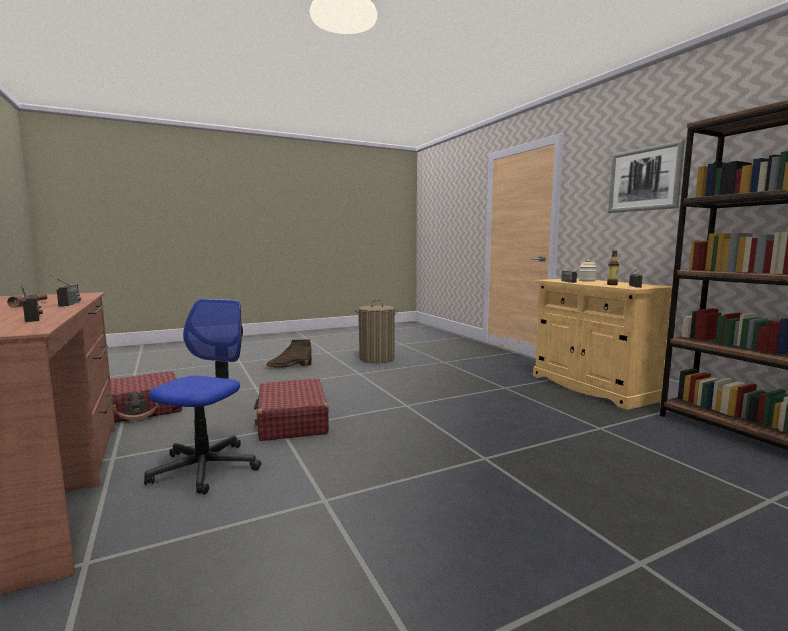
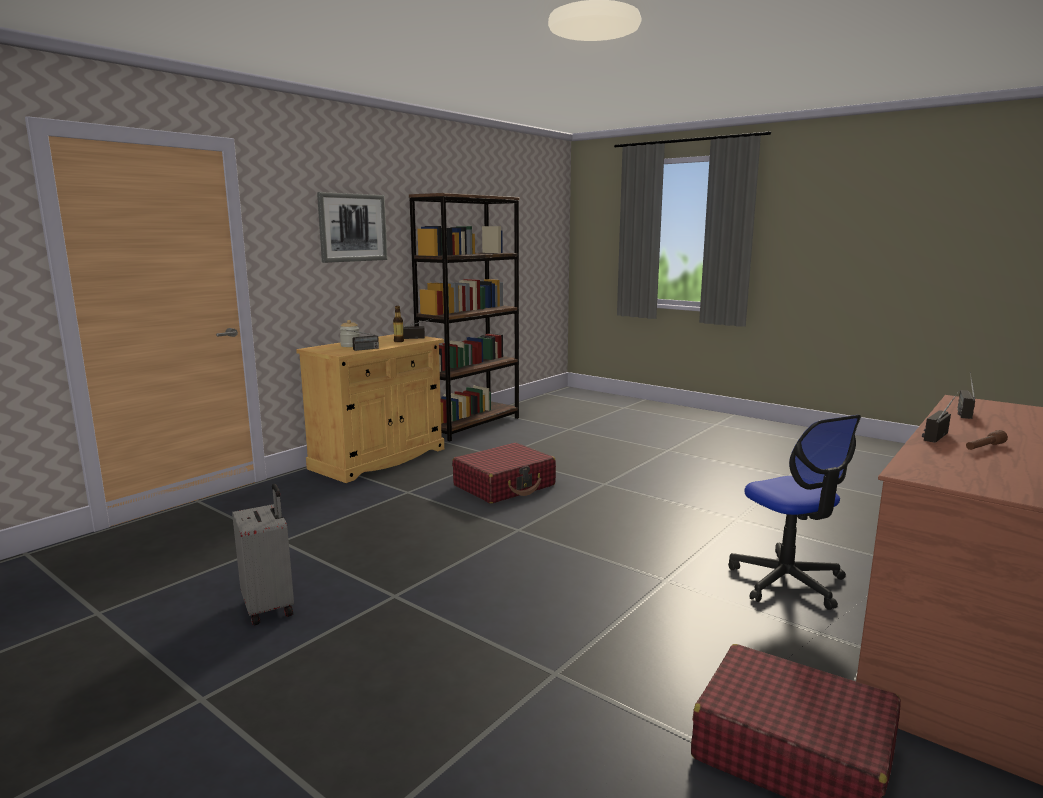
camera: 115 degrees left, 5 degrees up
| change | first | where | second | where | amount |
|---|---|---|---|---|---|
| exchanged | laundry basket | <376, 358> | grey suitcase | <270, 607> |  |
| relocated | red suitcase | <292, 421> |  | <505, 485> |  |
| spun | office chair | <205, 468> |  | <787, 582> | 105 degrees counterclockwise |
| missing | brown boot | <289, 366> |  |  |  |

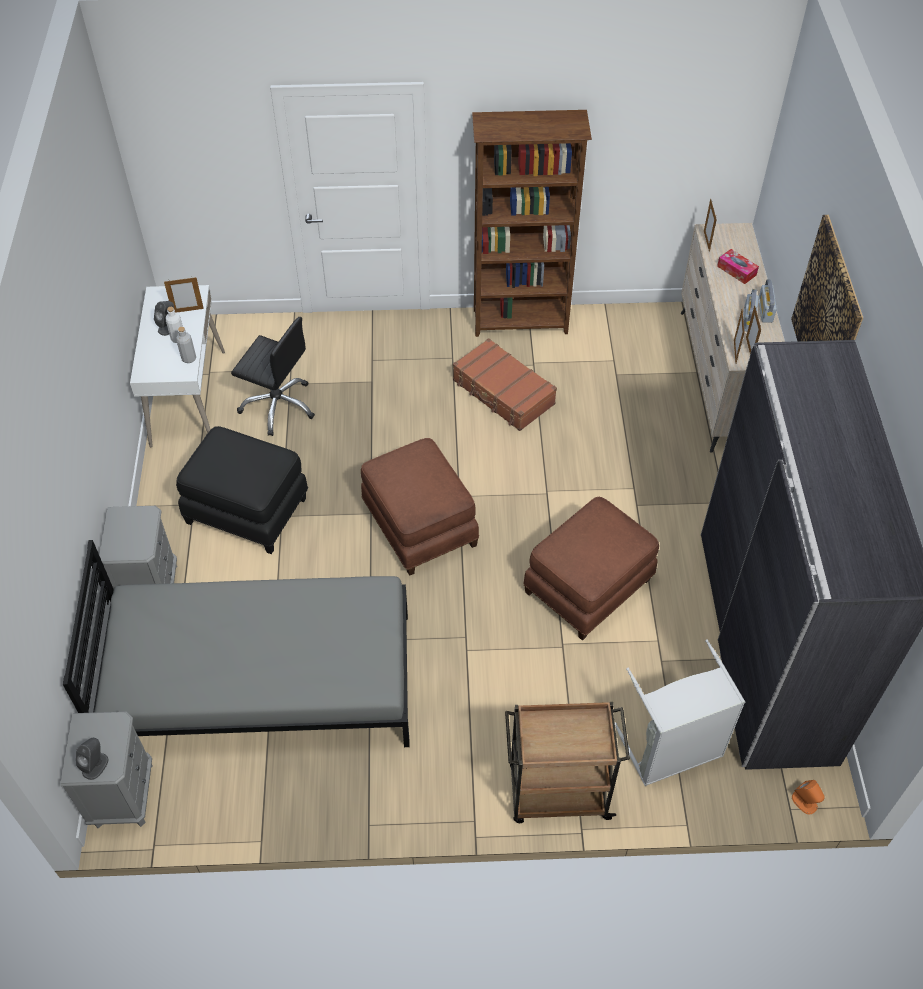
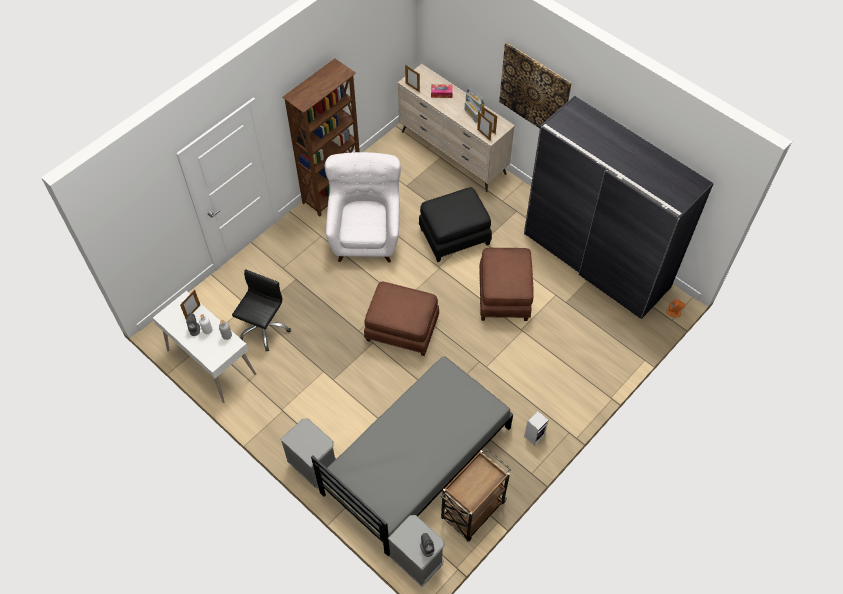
camera: 45 degrees left, 5 degrees up
| change | first | where | second | where | amount |
|---|---|---|---|---|---|
| spun | black office chair | <278, 405> |  | <263, 328> | 45 degrees counterclockwise |
| exchanged | brown suitcase | <503, 393> | white armchair | <365, 235> |  |
| relocated | black ottoman | <247, 509> |  | <454, 236> |  |
| relocated | brown cart | <557, 793> |  | <472, 511> |  |
| appeared |  |  | speaker | <534, 435> |  |
| missing | grey laundry basket | <673, 750> |  |  |  |

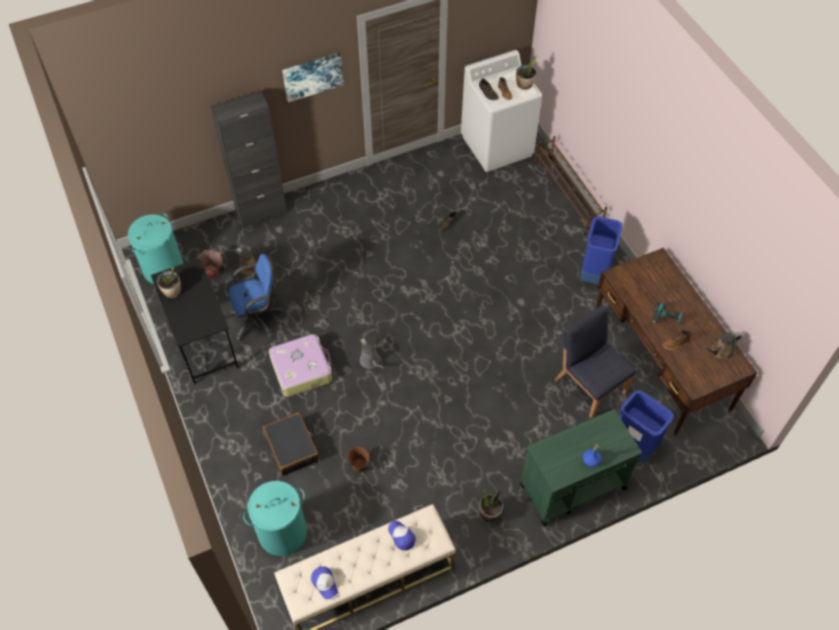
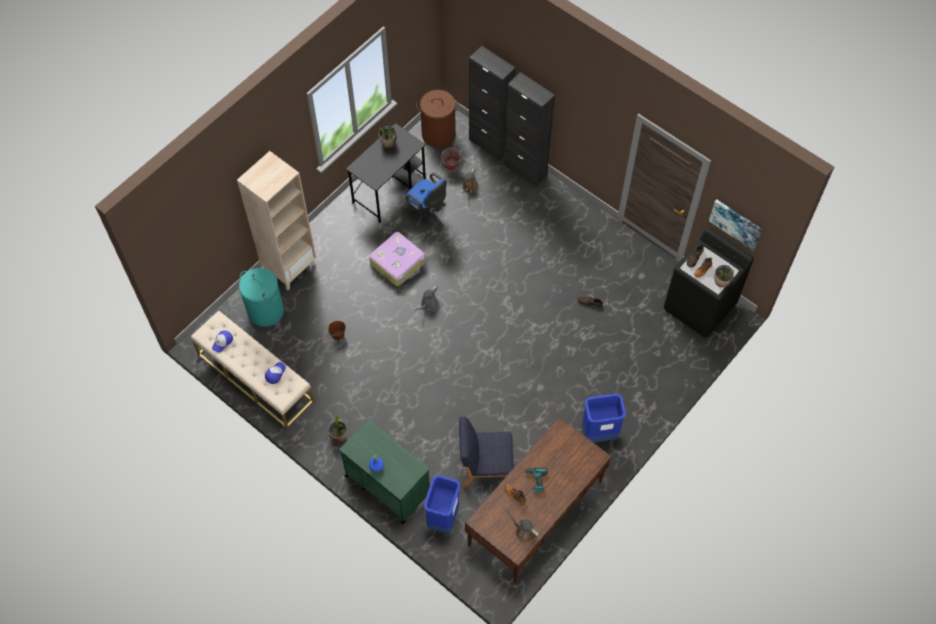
camera: 65 degrees right, 5 degrees up
| change | first | where | second | where | amount |
|---|---|---|---|---|---|
| appeared |  |  | beige bookcase | <290, 267> |  |
| colour | turquoise laundry basket | <163, 268> | brown laundry basket | <438, 134> |  |
| spun | blue chair | <590, 385> |  | <485, 467> | 120 degrees counterclockwise |
| appeared |  |  | black cabinet | <490, 144> |  |
| colour | white washing machine | <497, 146> | black washing machine | <700, 306> |  |
| relocated | picture | <312, 76> |  | <736, 223> |  |
| missing | black suitcase | <292, 448> |  |  |  |
| missing | brown shoe rack | <567, 195> |  |  |  |

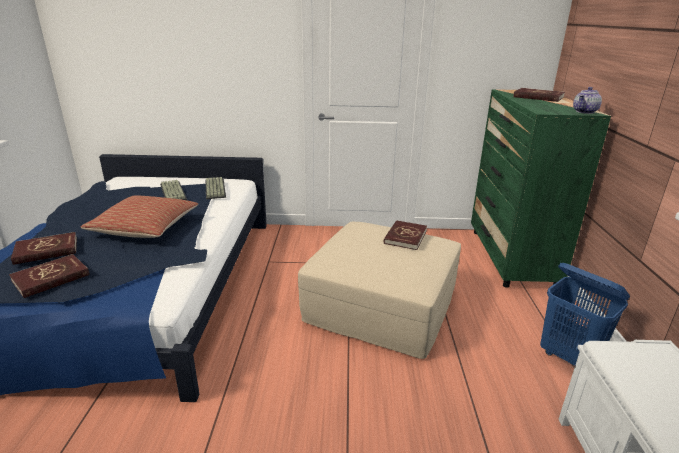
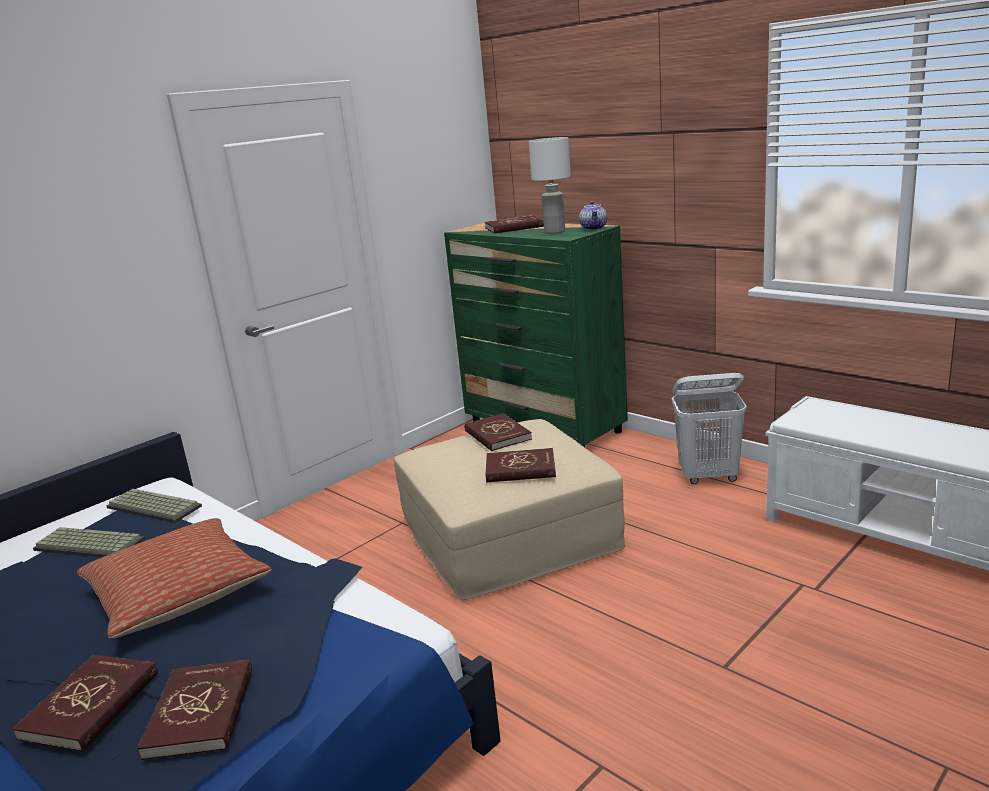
camera: 45 degrees left, 5 degrees down
| change | first | where | second | where | amount |
|---|---|---|---|---|---|
| appeared |  |  | red book | <520, 469> |  |
| appeared |  |  | white table lamp | <555, 232> |  |
| colour | blue laundry basket | <569, 358> | white laundry basket | <709, 476> |  |

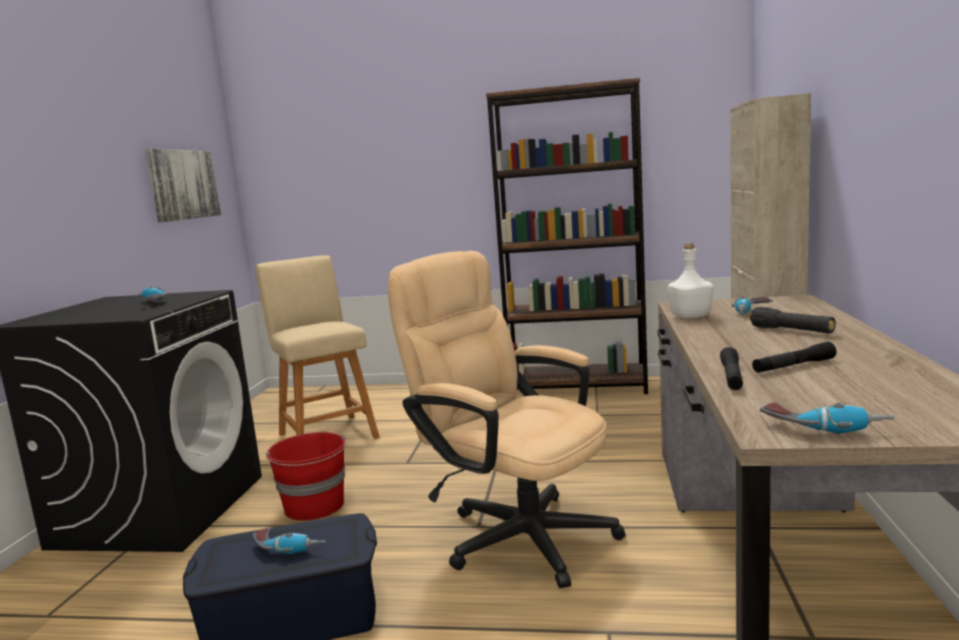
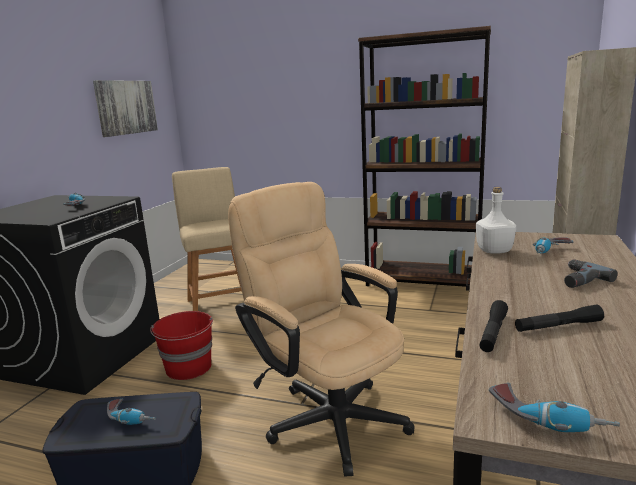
camera: 10 degrees right, 5 degrees up
| change | first | where | second | where | amount |
|---|---|---|---|---|---|
| exchanged | black flashlight | <791, 331> | power drill | <577, 279> |  |

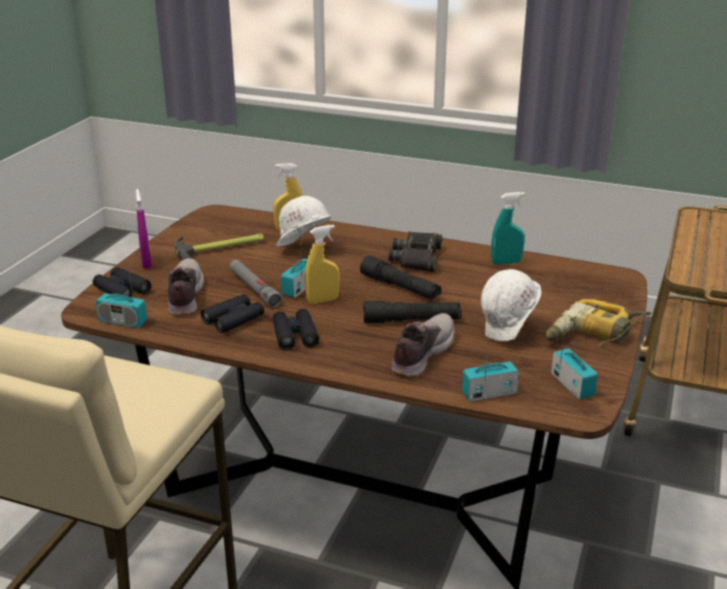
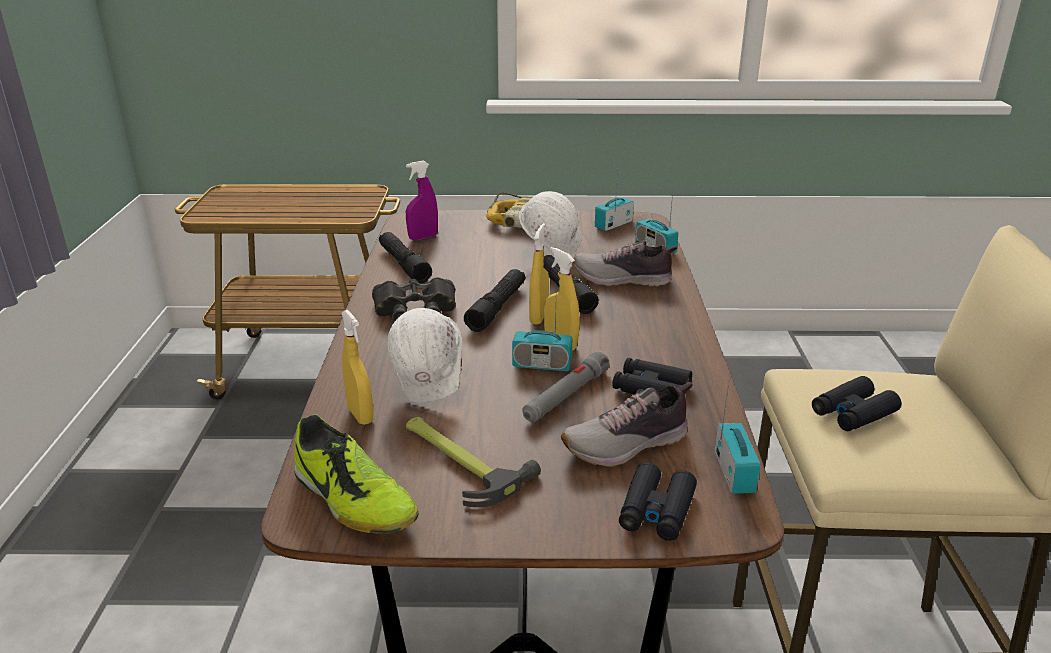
camera: 110 degrees left, 0 degrees up
| change | first | where | second | where | amount |
|---|---|---|---|---|---|
| appeared |  |  | shoe | <353, 500> |  |
| exchanged | turquoise spray bottle | <506, 262> | black flashlight | <404, 265> |  |
| relocated | purple spray bottle | <146, 263> |  | <423, 237> |  |
| appeared |  |  | yellow spray bottle | <539, 317> |  |
| relocated | black binoculars | <295, 335> |  | <853, 413> |  |

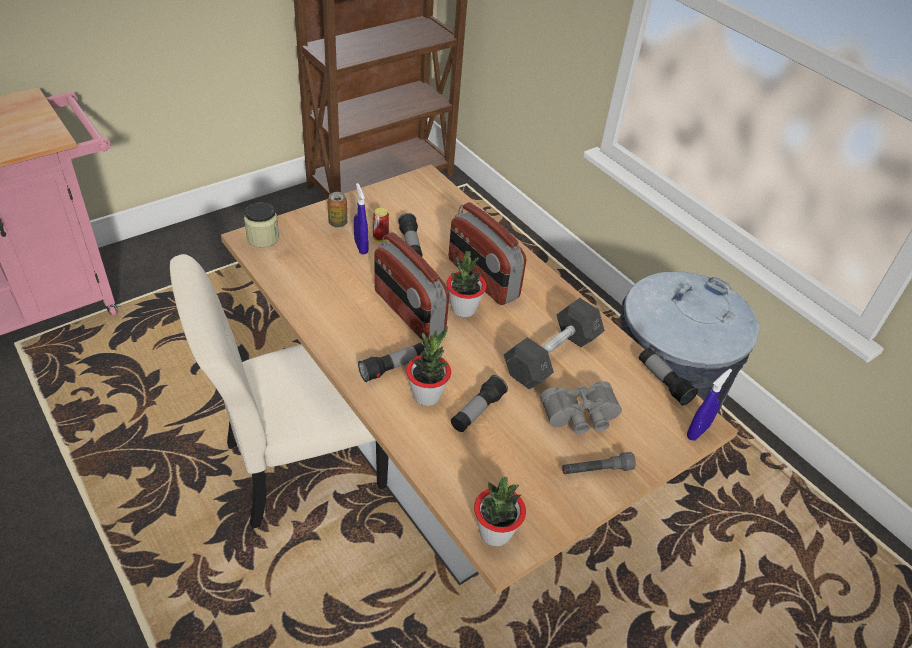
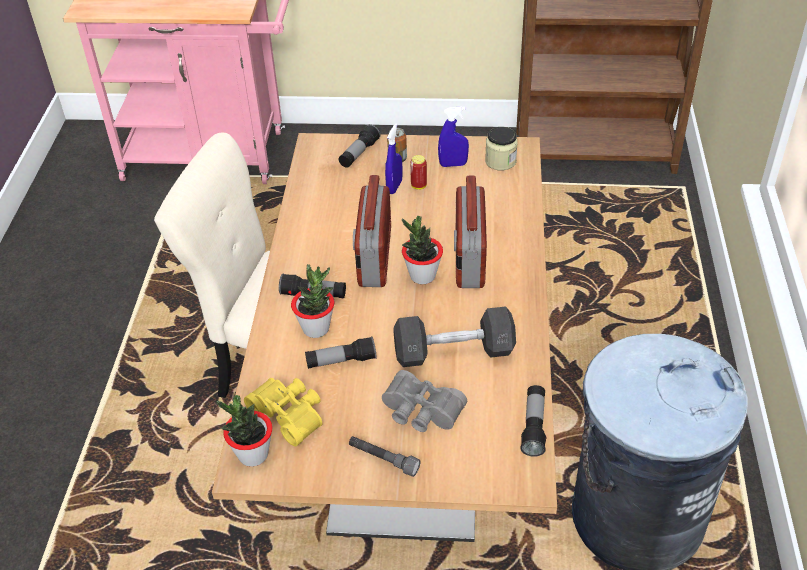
camera: 45 degrees right, 0 degrees up
| change | first | where | second | where | amount |
|---|---|---|---|---|---|
| appeared |  |  | yellow binoculars | <290, 414> |  |
| relocated | flashlight | <410, 244> |  | <359, 154> |  |
| relocated | blue spray bottle | <697, 431> |  | <453, 164> |  |
| relocated | jar | <263, 238> |  | <500, 161> |  |

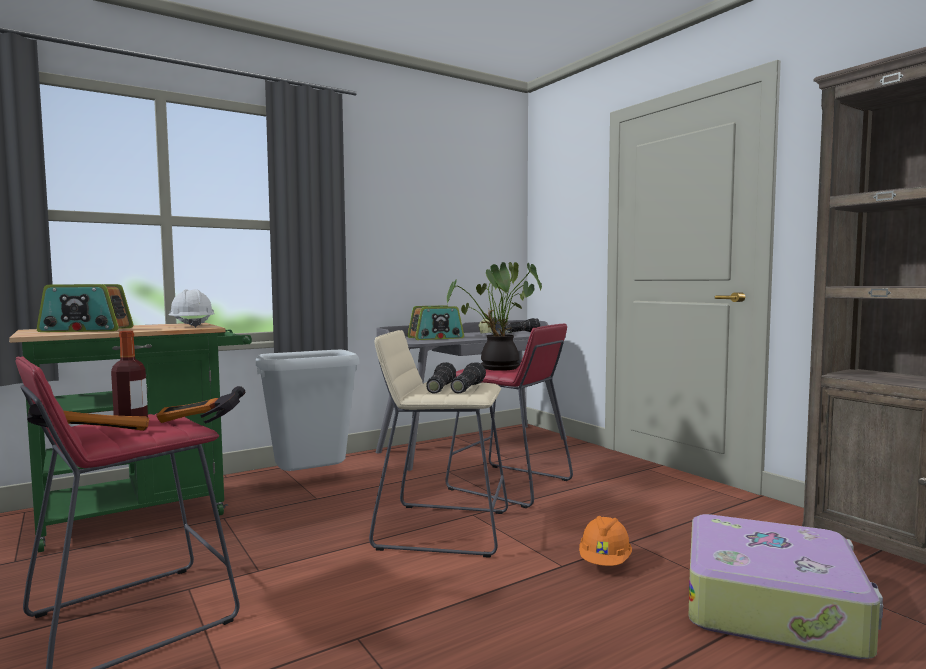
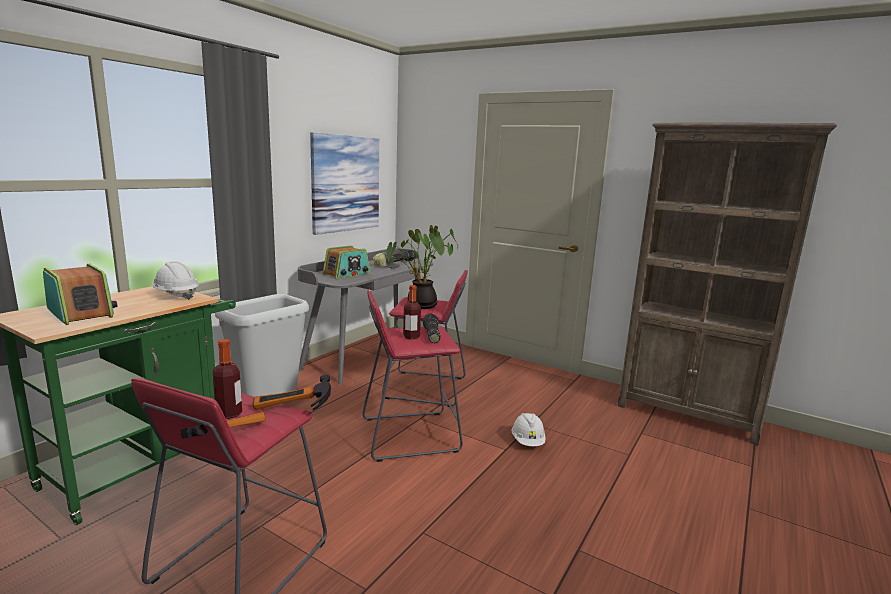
camera: 25 degrees left, 10 degrees up
| change | first | where | second | where | amount |
|---|---|---|---|---|---|
| spun | radio | <86, 330> |  | <81, 313> | 105 degrees counterclockwise |
| appeared |  |  | picture | <346, 183> |  |
| colour | beige stool | <442, 529> | red stool | <409, 435> |  |
| exchanged | flashlight | <439, 388> | bottle | <411, 337> |  |
| colour | orange hard hat | <605, 562> | white hard hat | <527, 441> |  |
| missing | suitcase | <773, 605> |  |  |  |

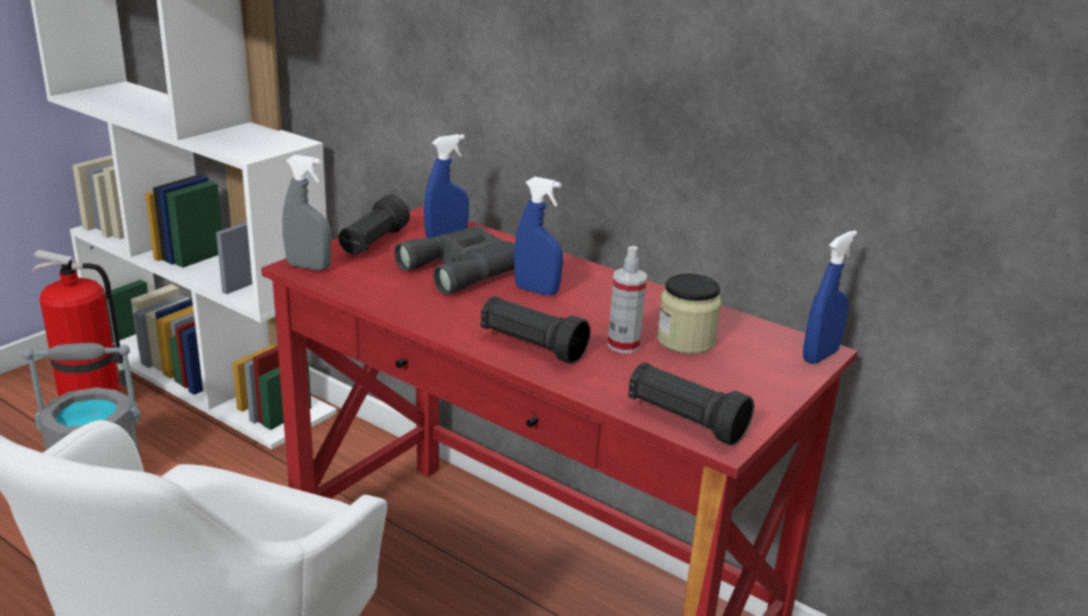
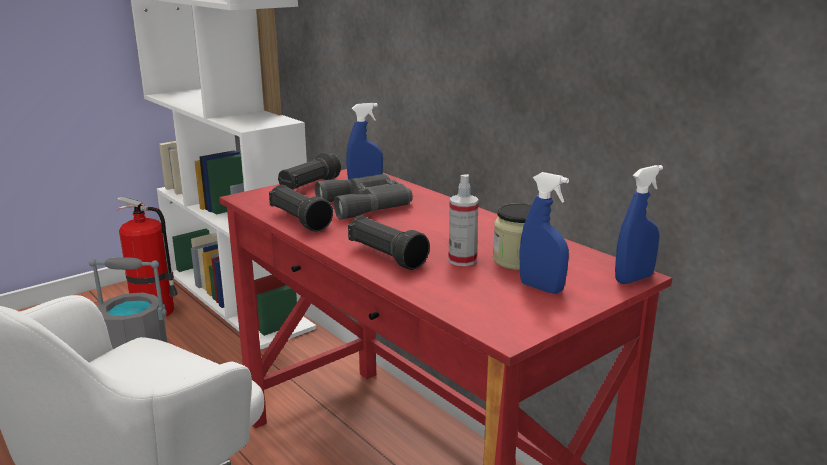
camera: 15 degrees right, 5 degrees down
| change | first | where | second | where | amount |
|---|---|---|---|---|---|
| relocated | black flashlight | <684, 420> |  | <299, 220> |  |
| relocated | blue spray bottle | <536, 291> |  | <541, 288> |  |
| missing | grey spray bottle | <308, 267> |  |  |  |

